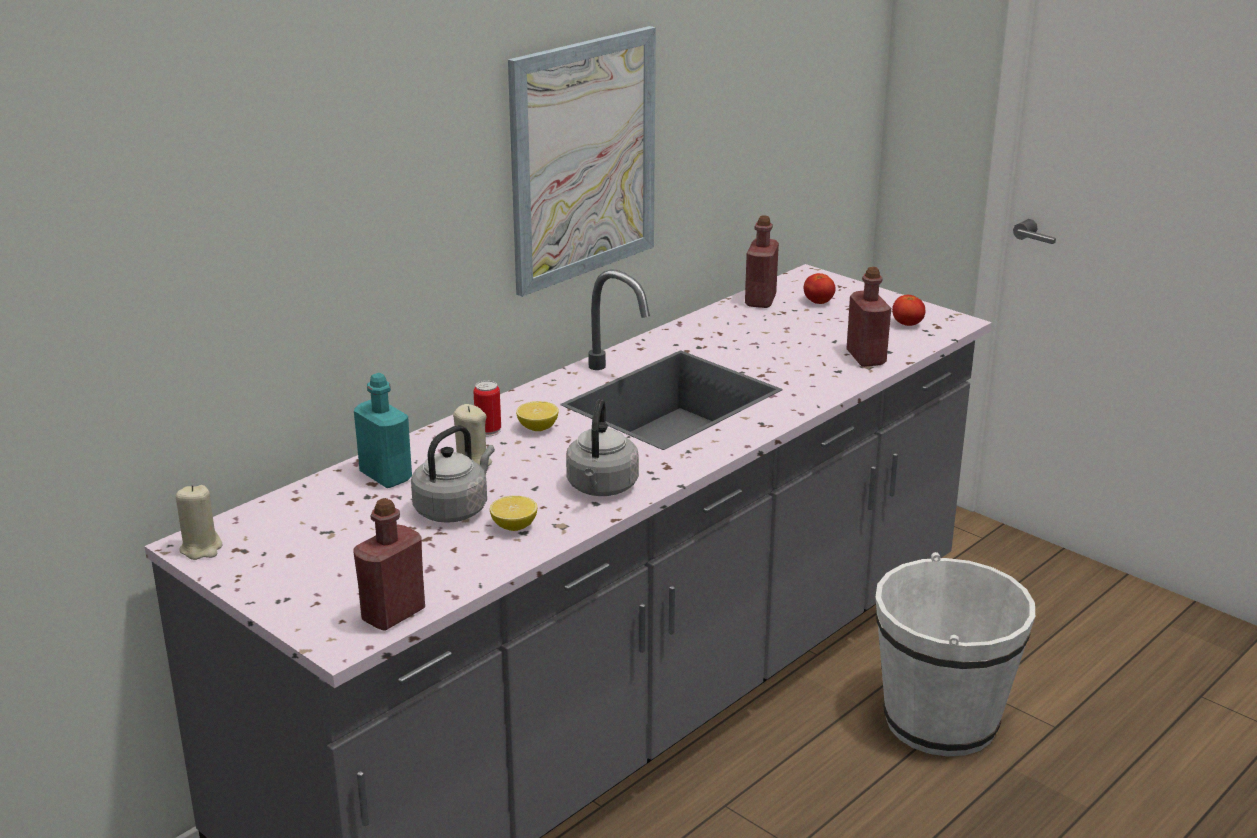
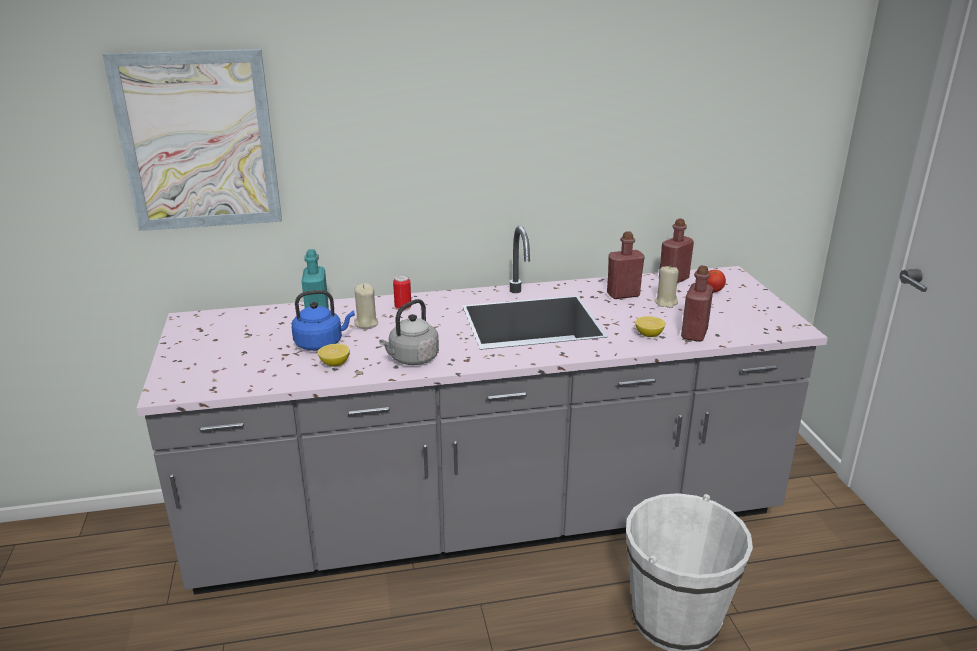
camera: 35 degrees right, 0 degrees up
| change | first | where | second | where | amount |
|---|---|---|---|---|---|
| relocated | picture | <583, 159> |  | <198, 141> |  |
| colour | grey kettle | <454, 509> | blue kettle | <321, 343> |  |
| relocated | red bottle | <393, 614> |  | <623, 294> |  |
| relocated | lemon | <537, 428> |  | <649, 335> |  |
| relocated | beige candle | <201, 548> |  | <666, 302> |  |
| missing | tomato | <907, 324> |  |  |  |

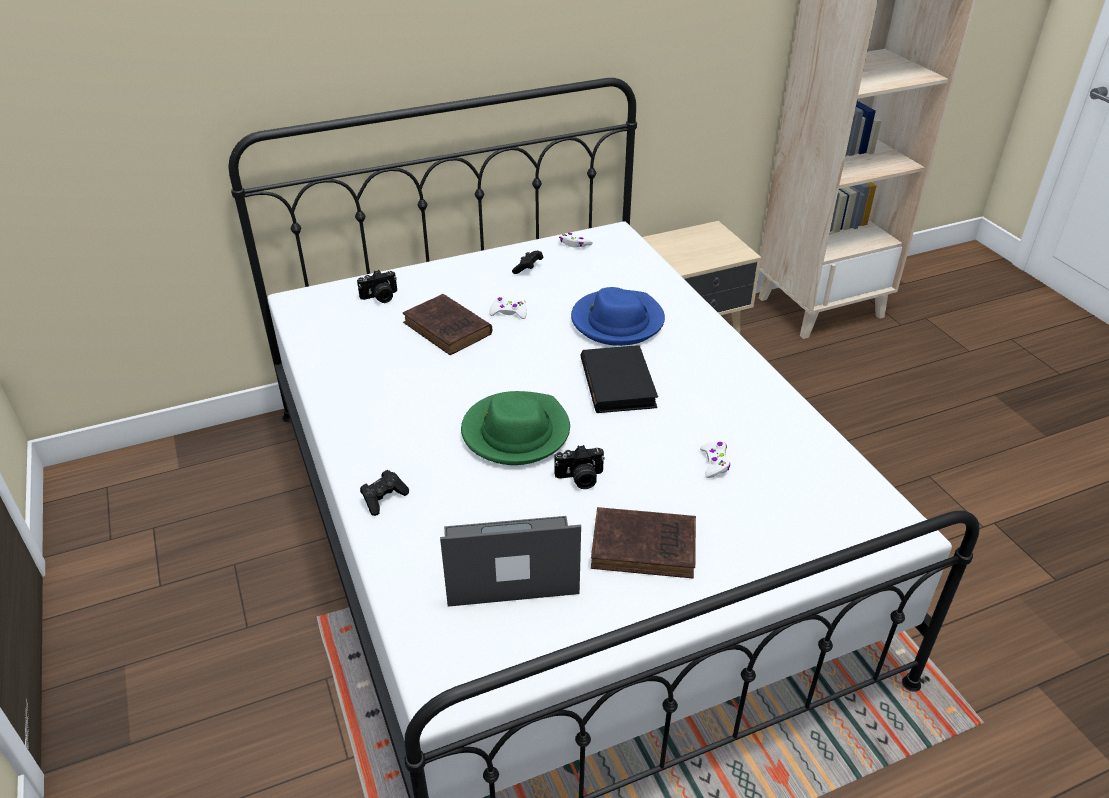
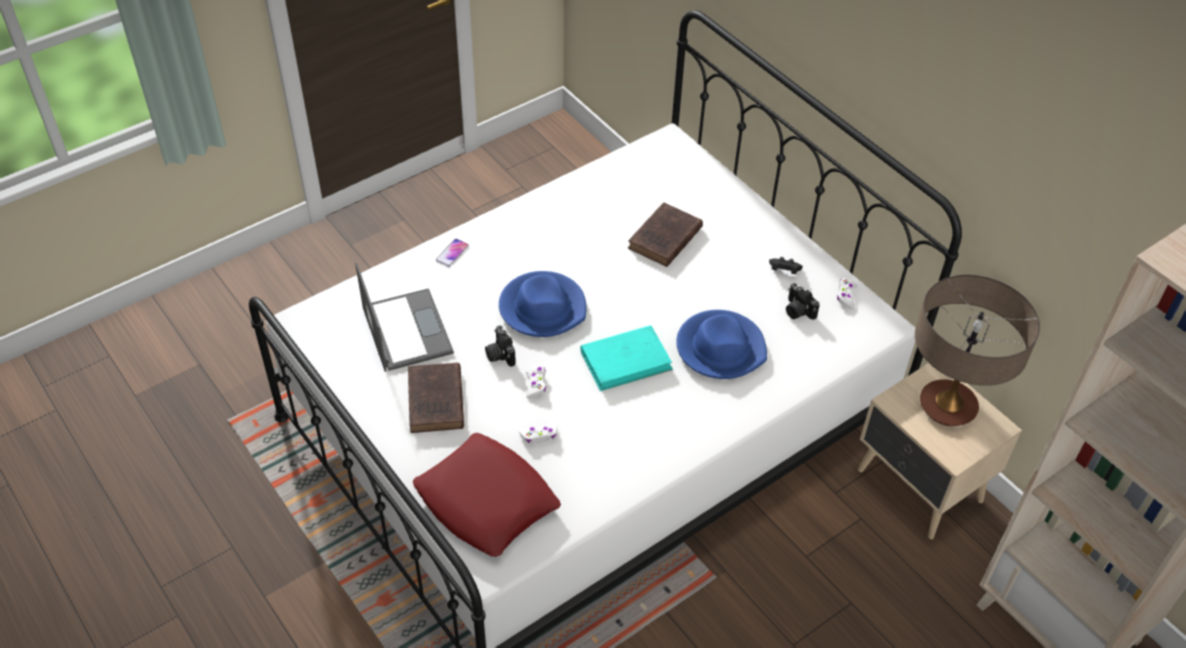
camera: 75 degrees right, 10 degrees up
| change | first | where | second | where | amount |
|---|---|---|---|---|---|
| appeared |  |  | red pillow | <487, 501> |  |
| exchanged | black game controller | <384, 499> | phone | <452, 253> |  |
| colour | green hat | <515, 432> | blue hat | <542, 307> |  |
| relocated | white game controller | <509, 312> |  | <535, 384> |  |
| colour | black book | <617, 383> | turquoise book | <626, 361> |  |
| relocated | photo camera | <380, 297> |  | <797, 311> |  |
| appeared |  |  | table lamp | <947, 406> |  |

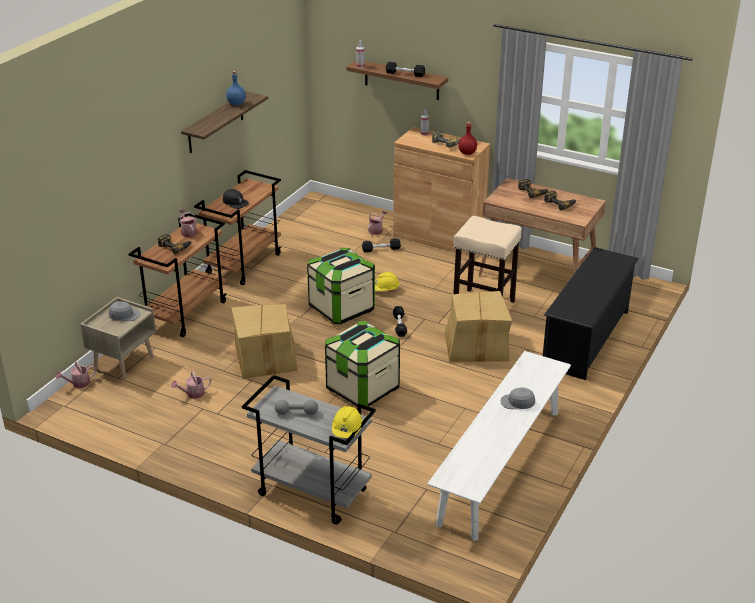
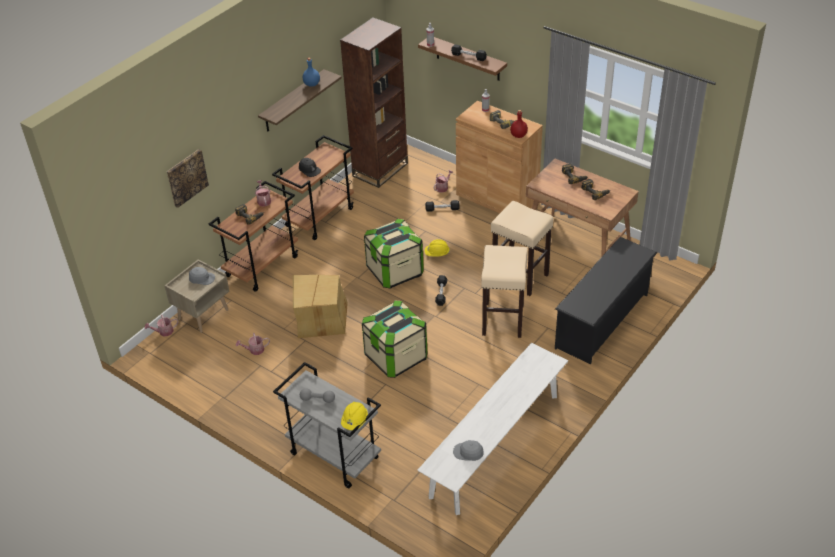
camera: 10 degrees right, 10 degrees up
| change | first | where | second | where | amount |
|---|---|---|---|---|---|
| appeared |  |  | picture | <186, 177> |  |
| appeared |  |  | brown bookcase | <380, 169> |  |
| relocated | grey cap | <517, 402> |  | <468, 452> |  |
| exchanged | cardboard box | <476, 346> | beige stool | <503, 320> |  |

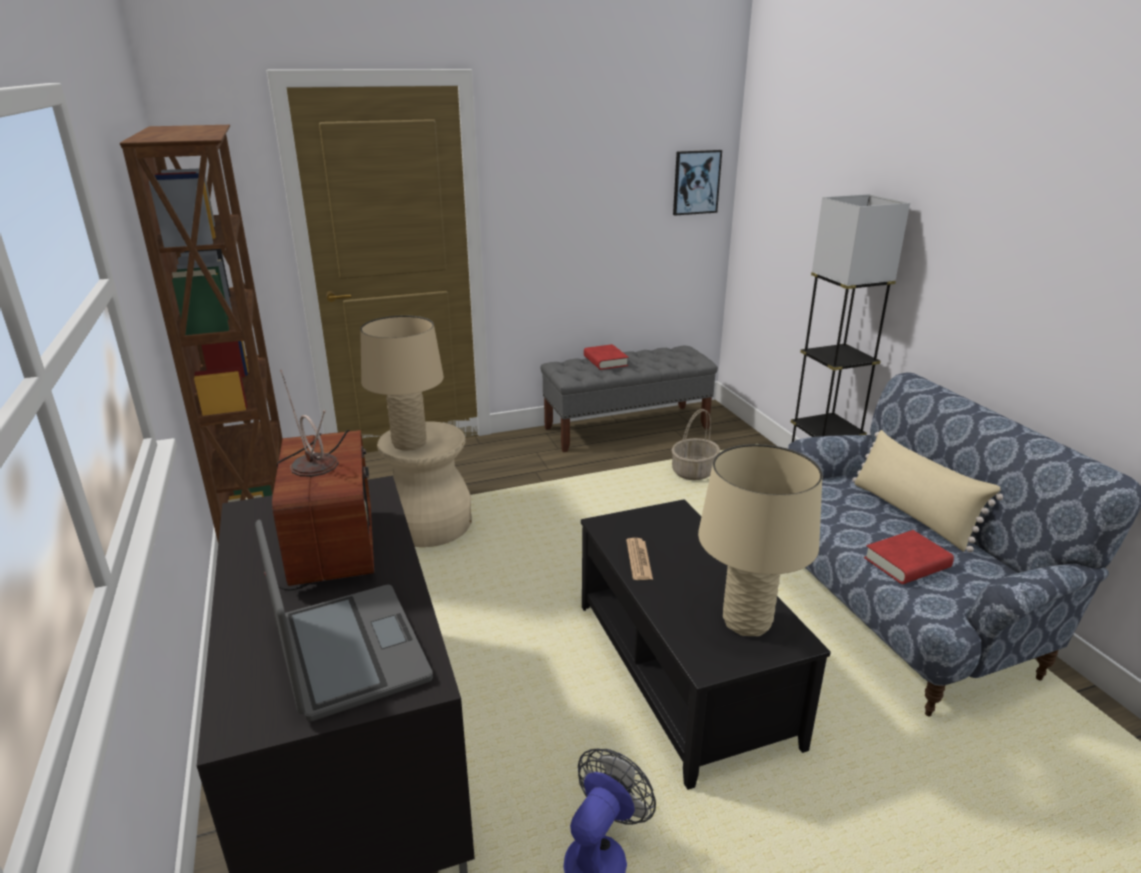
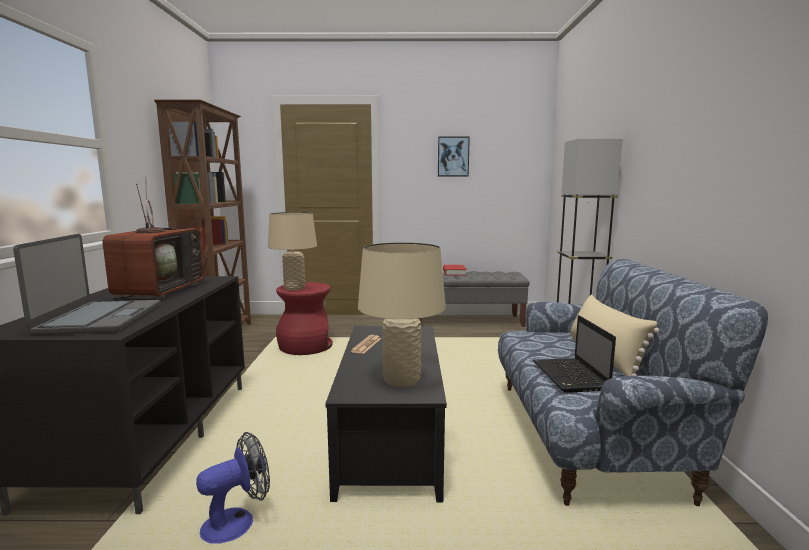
camera: 20 degrees right, 15 degrees down
| change | first | where | second | where | amount |
|---|---|---|---|---|---|
| colour | beige stool | <428, 525> | red stool | <305, 346> |  |
| relocated | picture | <696, 182> |  | <453, 156> |  |
| exchanged | red book | <907, 563> | laptop | <571, 376> |  |
| missing | basket | <693, 471> |  |  |  |

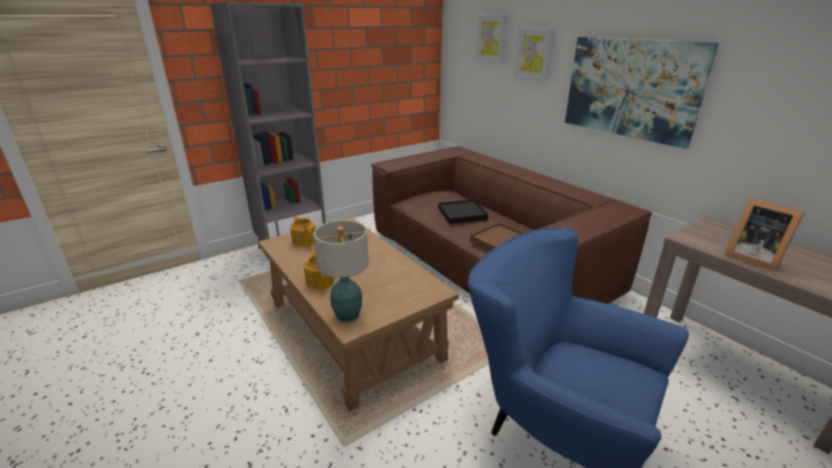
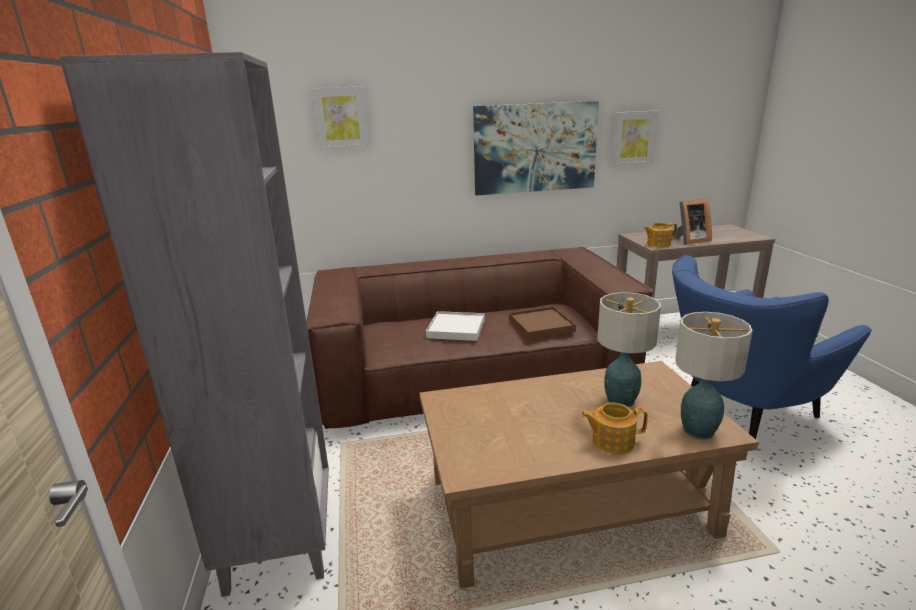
camera: 65 degrees left, 5 degrees down
| change | first | where | second | where | amount |
|---|---|---|---|---|---|
| colour | black tray | <462, 214> | white tray | <456, 329> |  |
| appeared |  |  | table lamp | <619, 400> |  |
| relocated | picture | <534, 54> |  | <633, 138> |  |
| relocated | teapot | <304, 241> |  | <658, 244> |  |

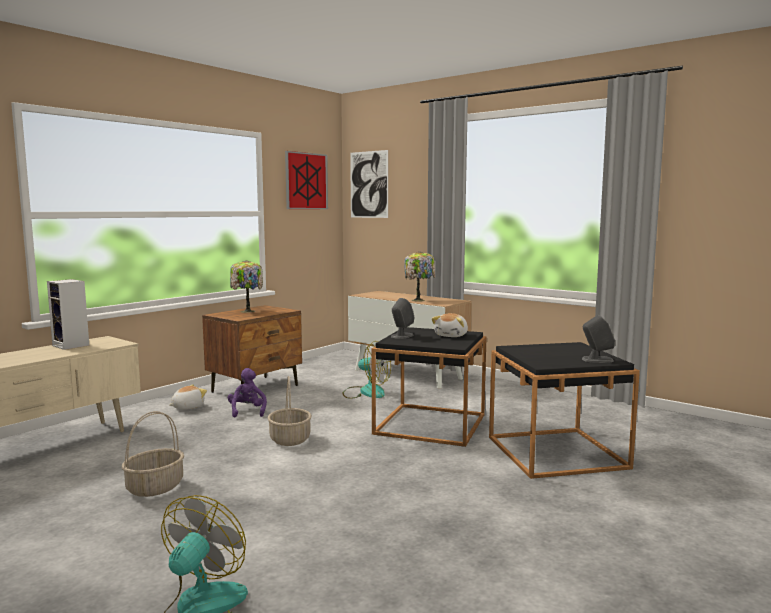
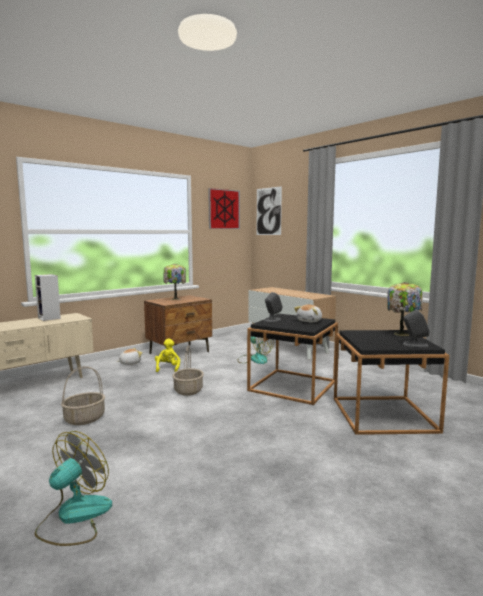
camera: 10 degrees right, 0 degrees up
| change | first | where | second | where | amount |
|---|---|---|---|---|---|
| colour | purple plush toy | <247, 411> | yellow plush toy | <167, 368> |  |
| relocated | table lamp | <419, 300> |  | <402, 334> |  |

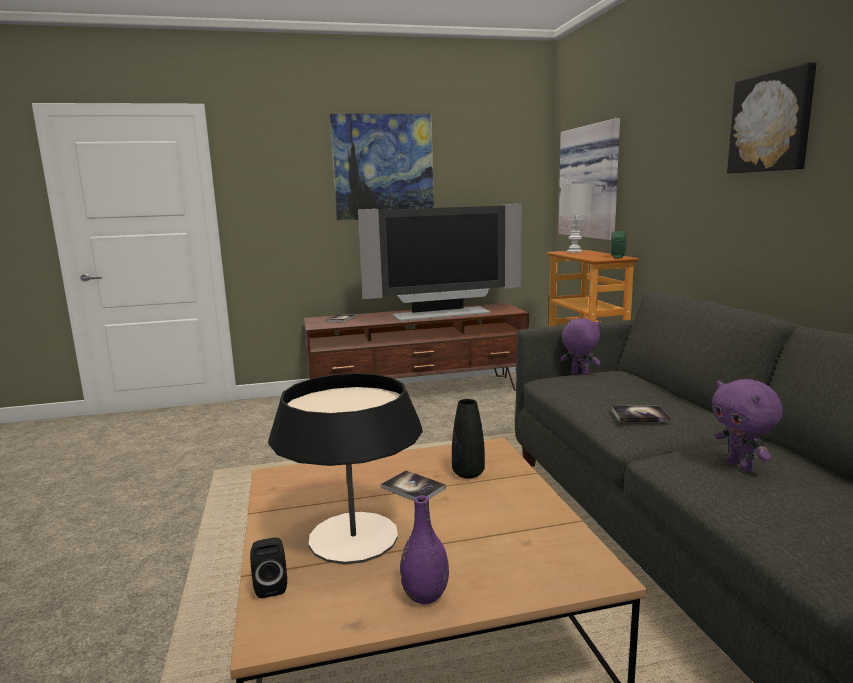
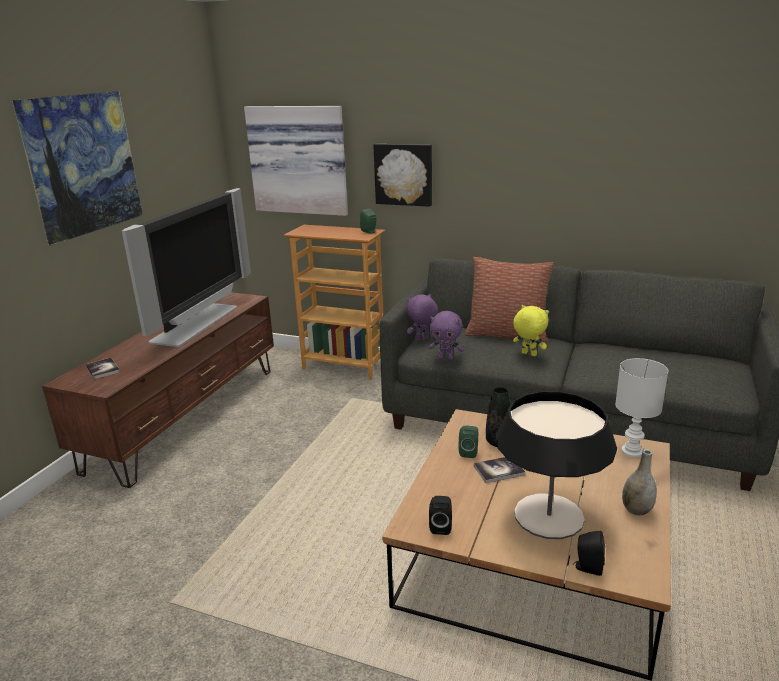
camera: 55 degrees left, 10 degrees up
| change | first | where | second | where | amount |
|---|---|---|---|---|---|
| relocated | picture | <772, 123> |  | <404, 174> |  |
| relocated | purple plush toy | <740, 466> |  | <446, 359> |  |
| appeared |  |  | black speaker | <441, 526> |  |
| appeared |  |  | green speaker | <469, 452> |  |
| appeared |  |  | pillow | <507, 334> |  |
| exchanged | book | <640, 415> | yellow plush toy | <528, 354> |  |
| relocated | white table lamp | <575, 251> |  | <632, 451> |  |
| colour | purple vase | <425, 596> | grey vase | <636, 510> |  |

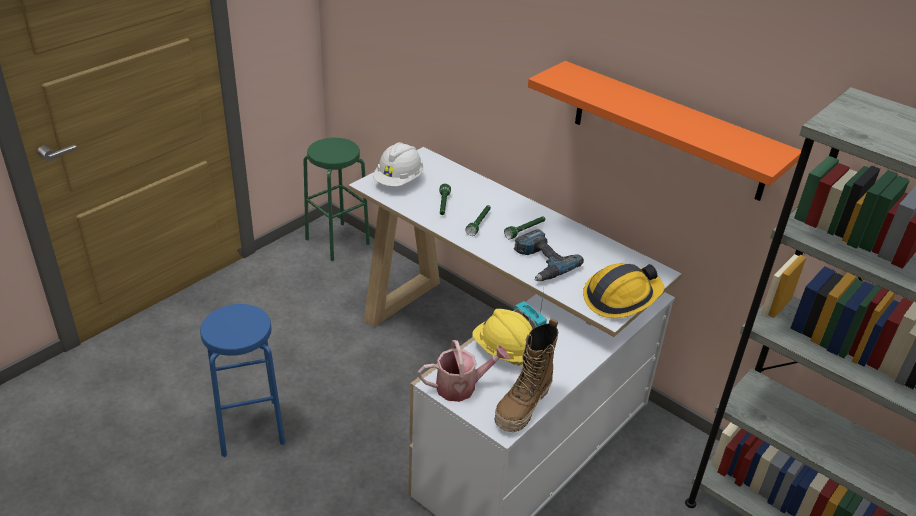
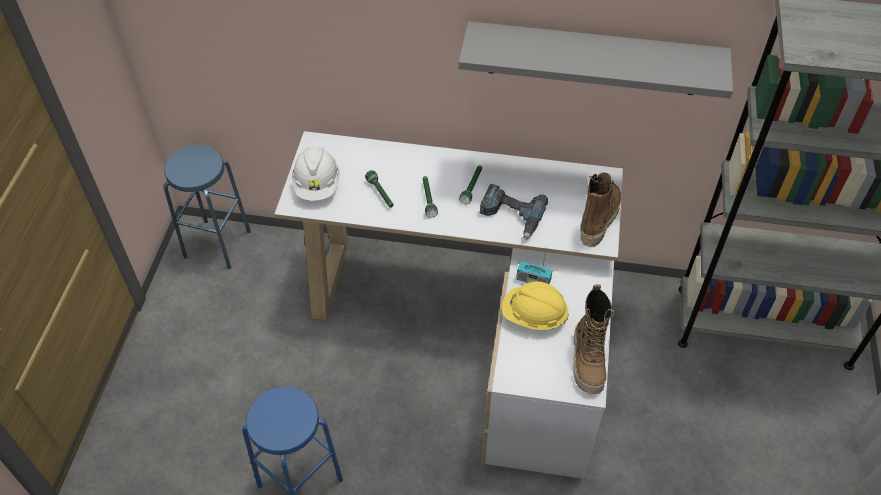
camera: 30 degrees left, 15 degrees up
| change | first | where | second | where | amount |
|---|---|---|---|---|---|
| colour | green stool | <337, 241> | blue stool | <217, 244> |  |
| colour | orange shelf | <668, 131> | grey shelf | <593, 59> |  |
| exchanged | hard hat | <621, 298> | boot | <598, 219> |  |
| missing | watering can | <461, 386> |  |  |  |

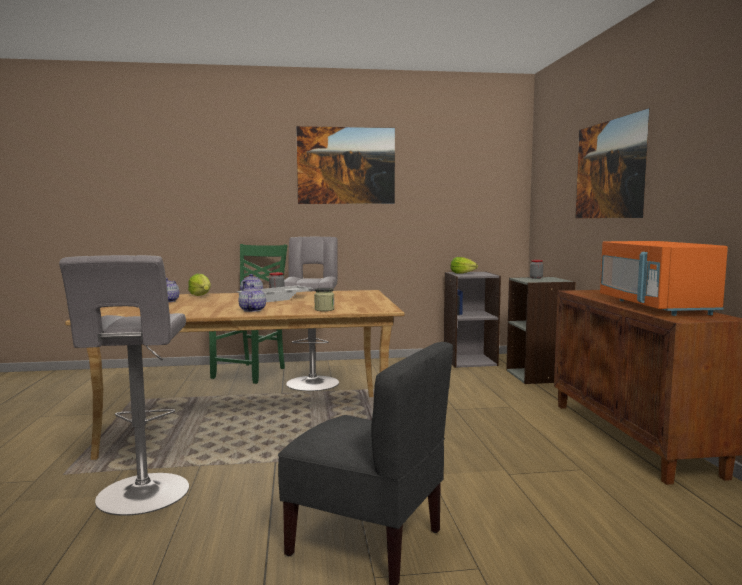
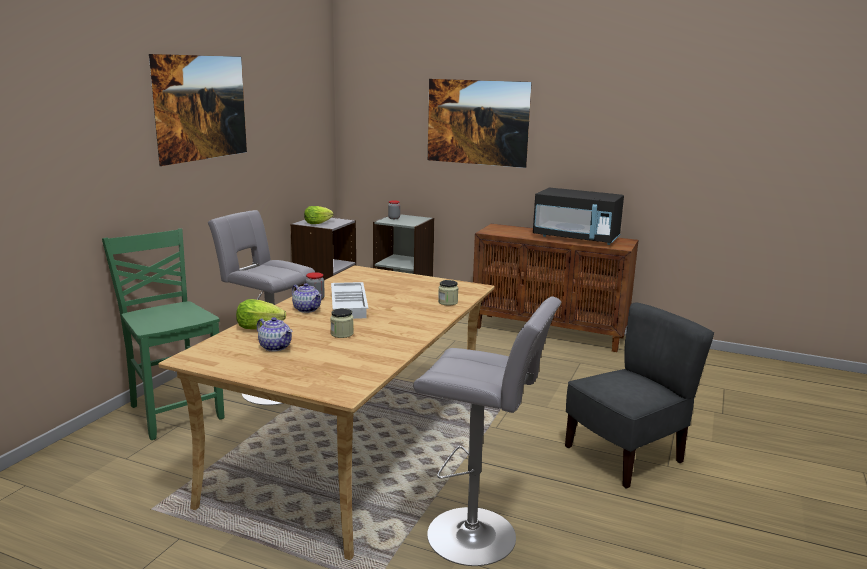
camera: 60 degrees left, 10 degrees up
| change | first | where | second | where | amount |
|---|---|---|---|---|---|
| appeared |  |  | jar | <342, 334> |  |
| colour | orange microwave | <655, 307> | black microwave | <576, 238> |  |
| missing | teapot | <252, 310> |  |  |  |

